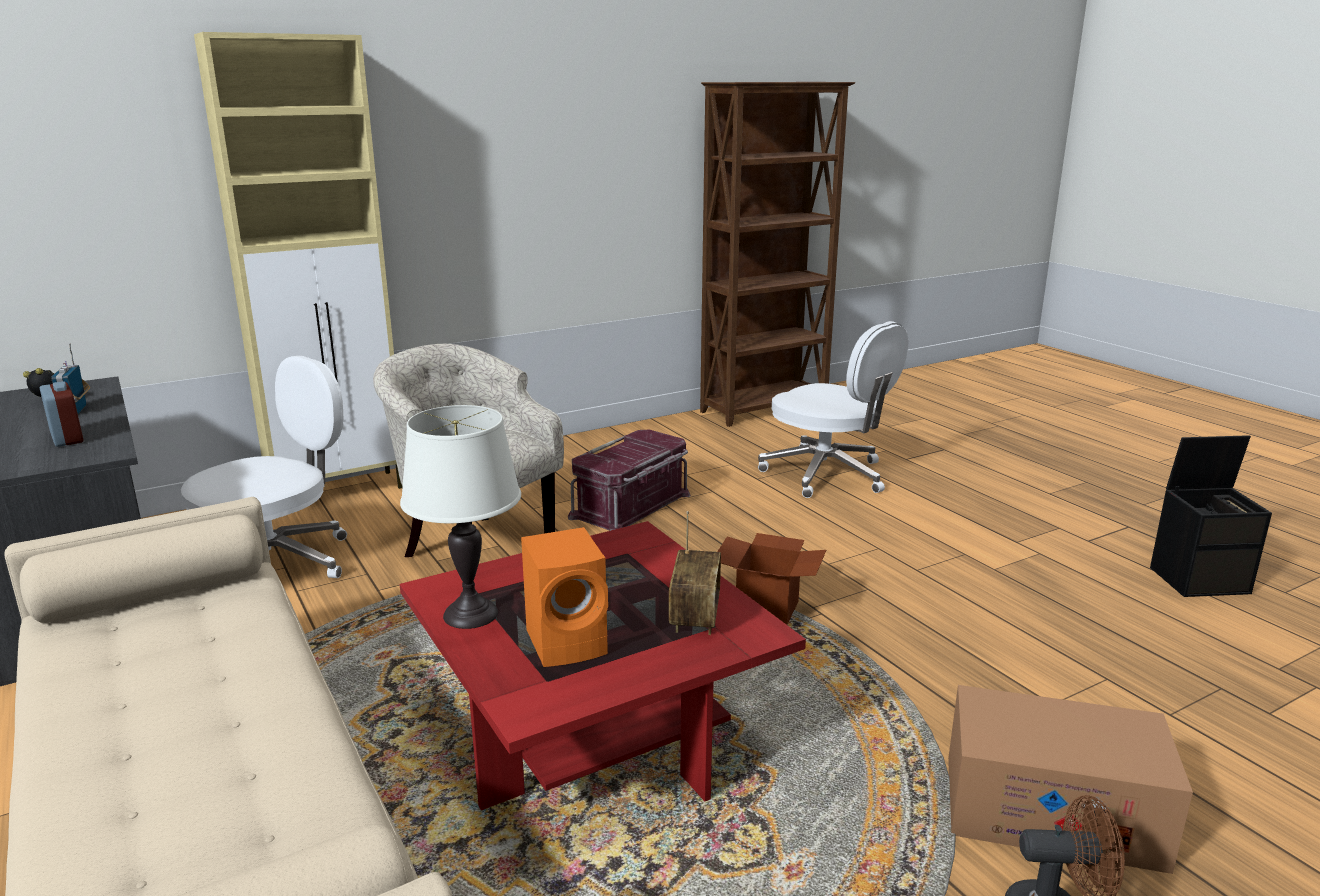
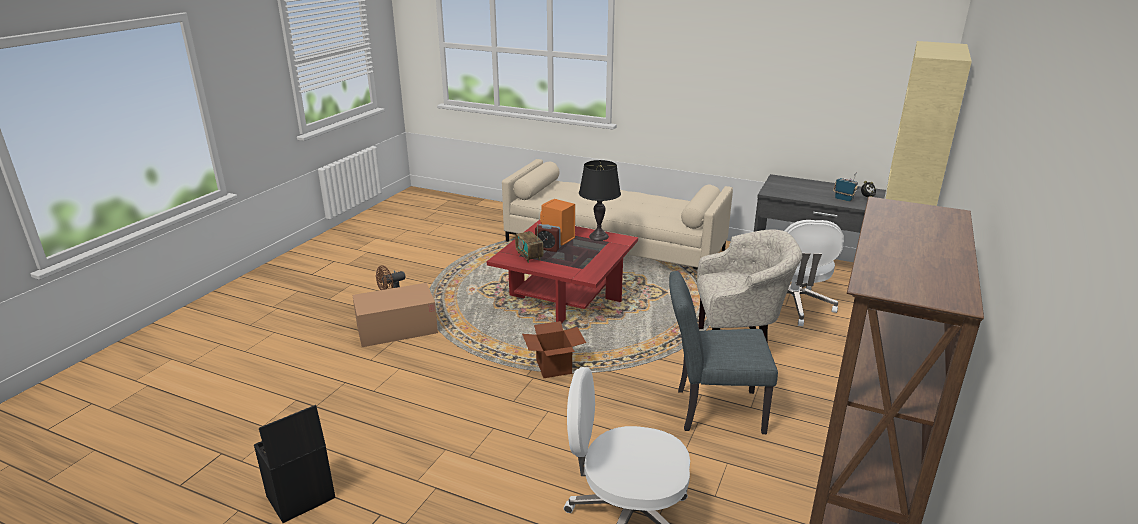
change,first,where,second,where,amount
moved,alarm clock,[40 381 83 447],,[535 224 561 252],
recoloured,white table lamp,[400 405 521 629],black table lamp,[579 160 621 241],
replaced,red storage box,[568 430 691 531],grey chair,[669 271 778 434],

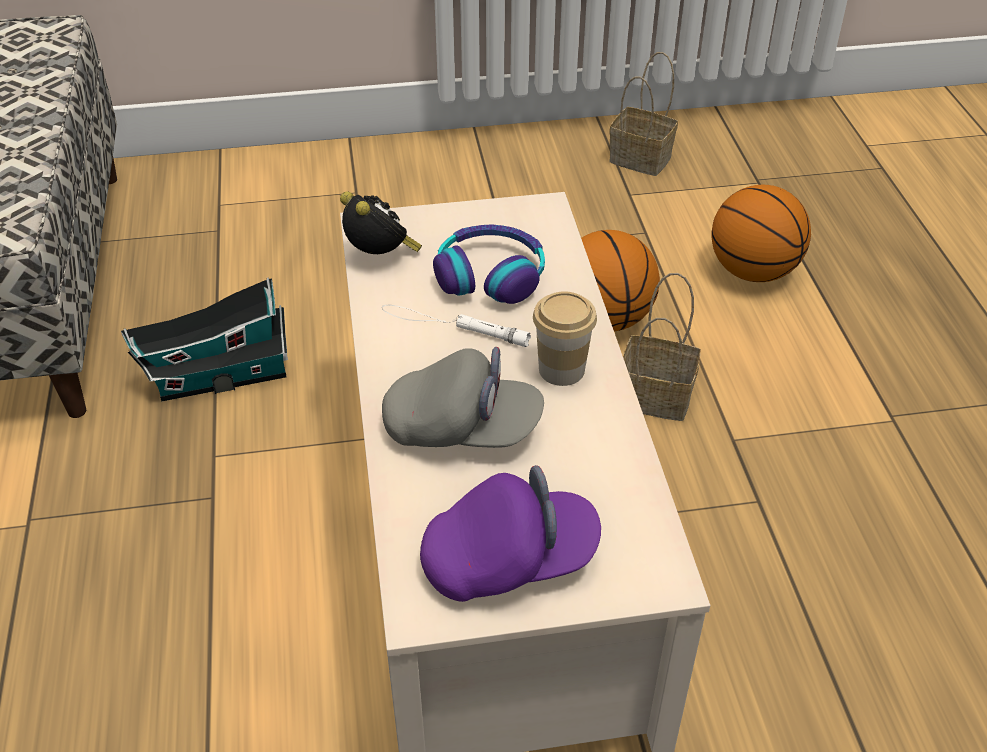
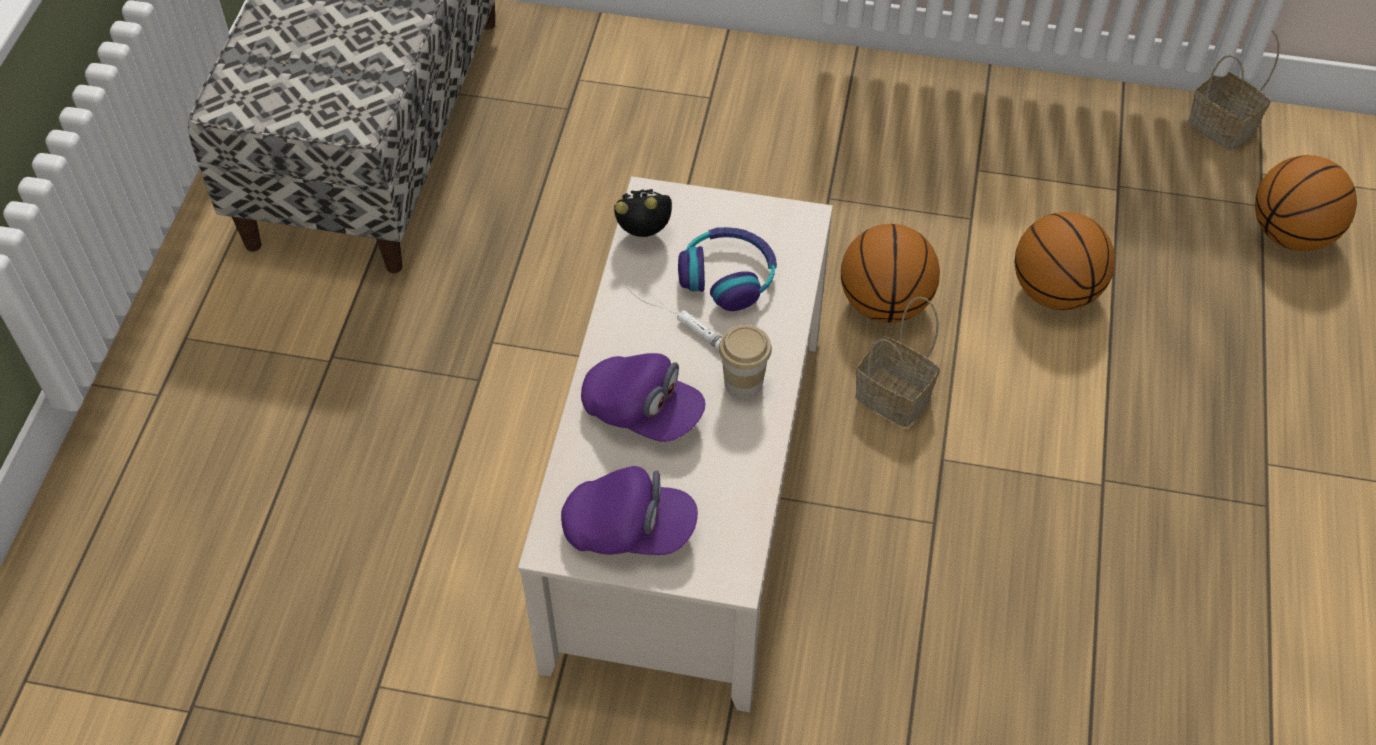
change,first,where,second,where,amount
recoloured,grey cap,[382 347 544 448],purple cap,[581 353 705 442],
turned,alarm clock,[340 191 422 254],,[614 189 672 237],75 degrees counterclockwise
moved,basket,[609 52 678 176],,[1188 30 1279 151],
added,,,basketball,[1255 155 1357 251],
removed,toy house,[121 277 288 402],,,

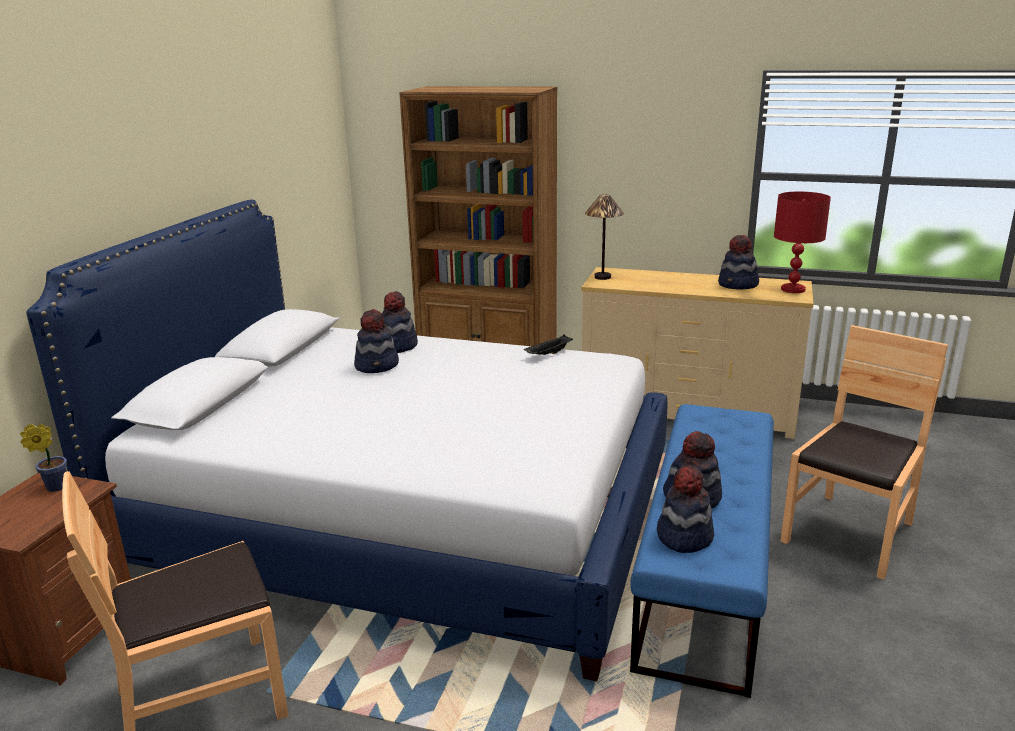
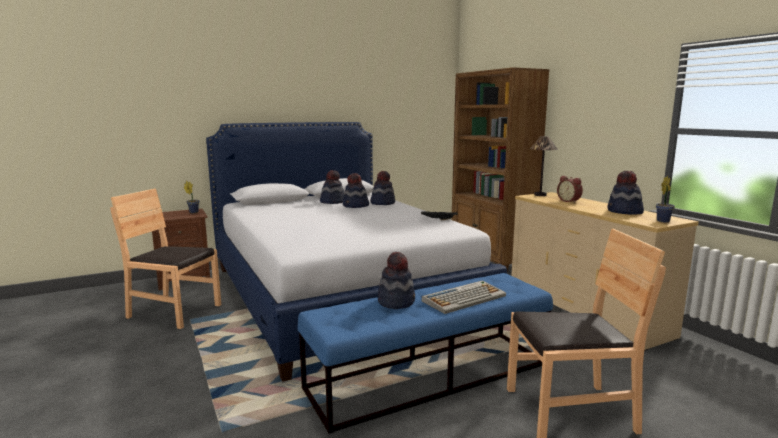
change,first,where,second,where,amount
moved,hat,[657 465 714 553],,[320 170 344 204],
added,,,keyboard,[422 281 506 314],
added,,,alarm clock,[557 176 583 203],
replaced,red table lamp,[774 191 831 293],potted plant,[656 175 675 223],

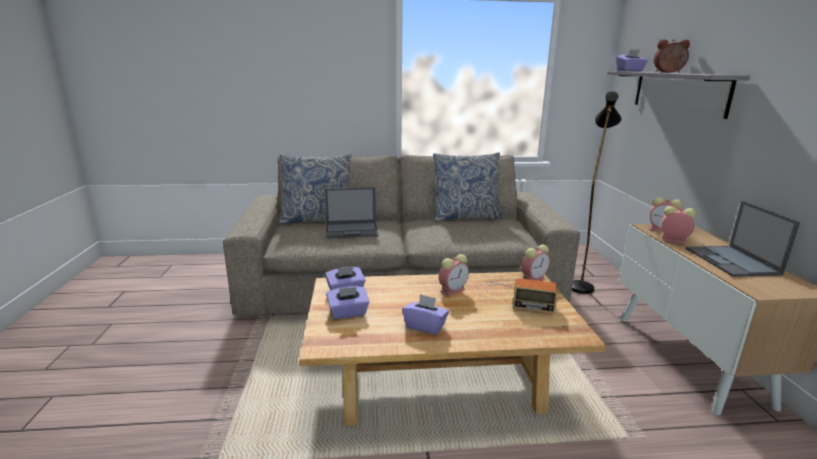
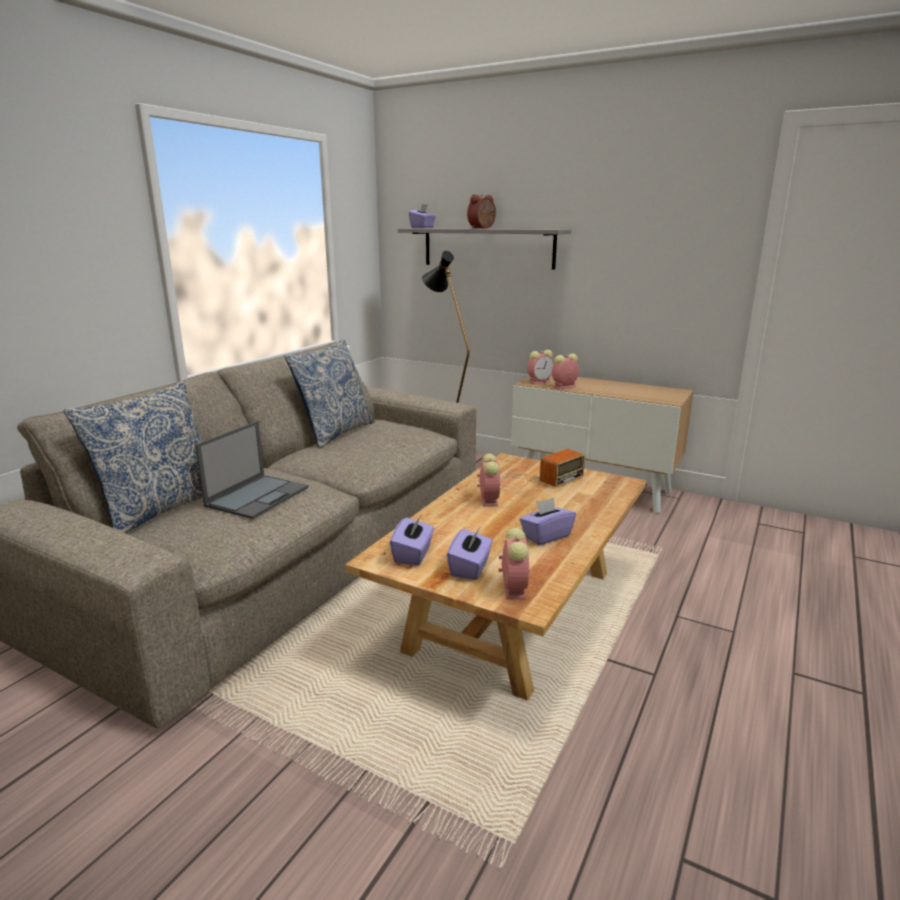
change,first,where,second,where,amount
moved,alarm clock,[521 245 550 281],,[499 528 530 600],
removed,laptop,[686 201 800 277],,,

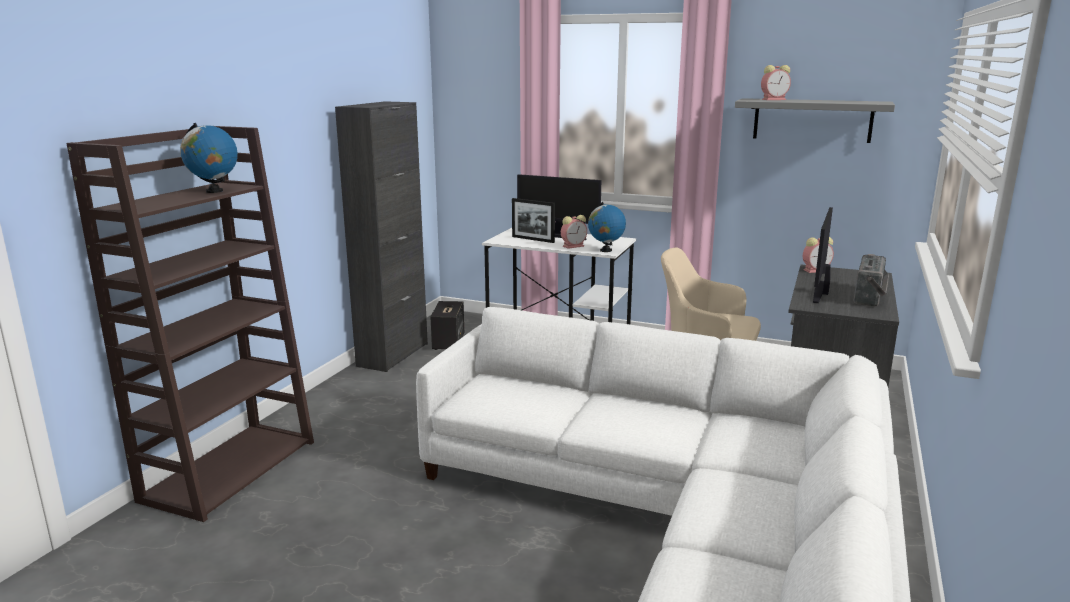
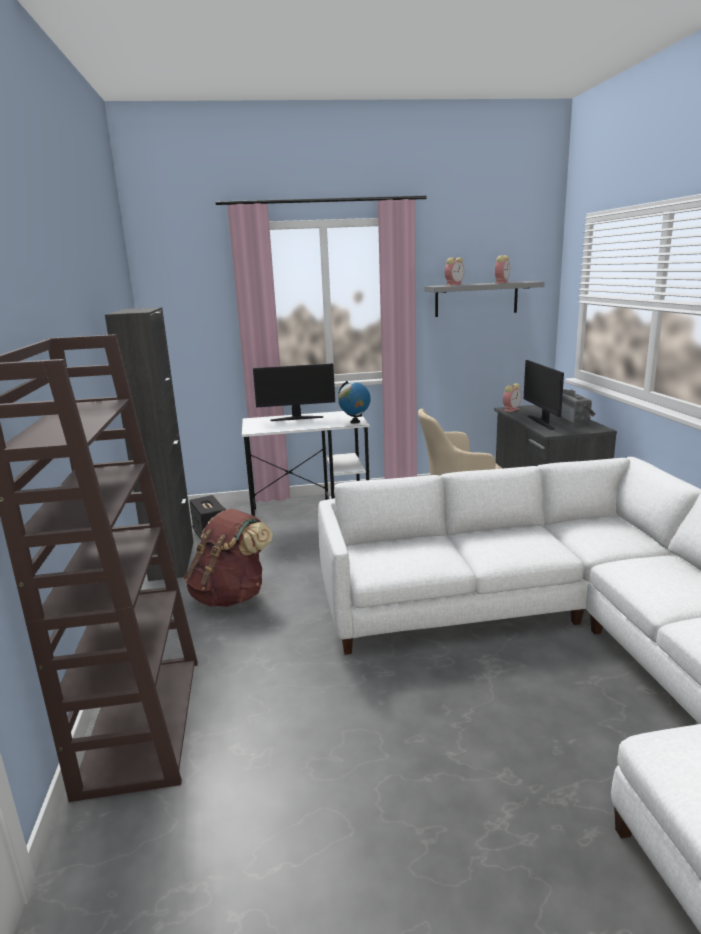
change,first,where,second,where,amount
added,,,brown backpack,[184 509 273 607],
moved,alarm clock,[561 215 587 249],,[495 255 510 283],
removed,globe,[180 123 238 193],,,
removed,picture frame,[512 198 555 243],,,

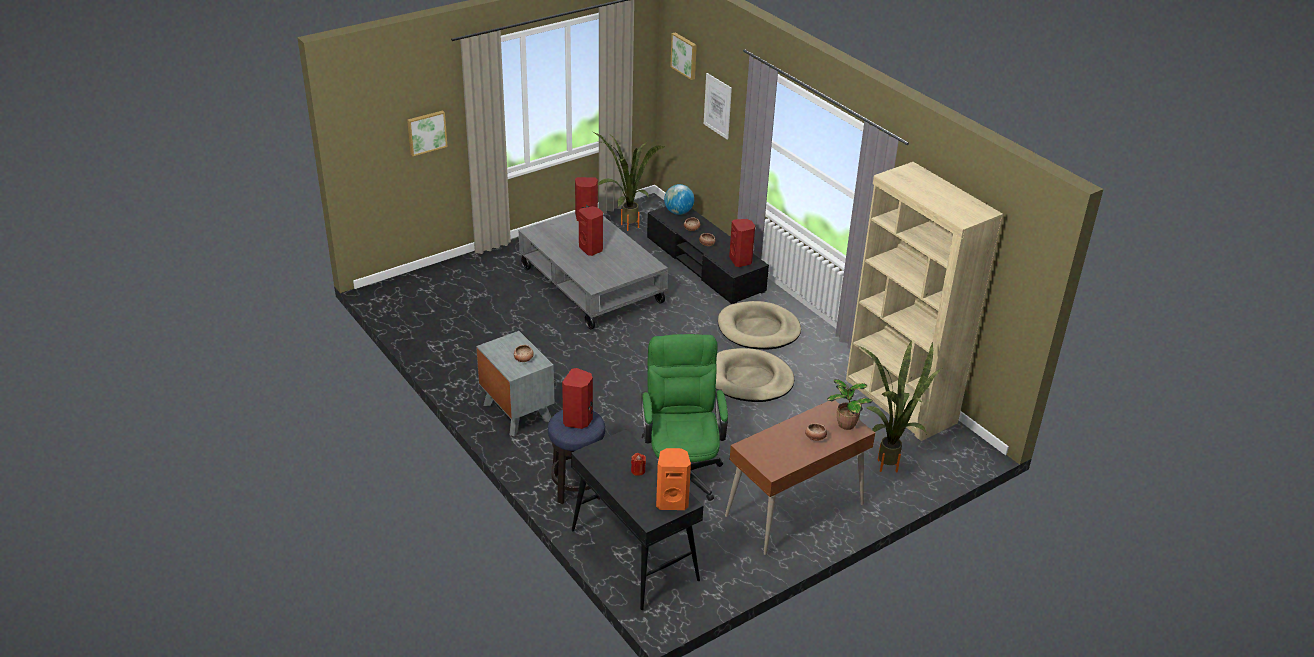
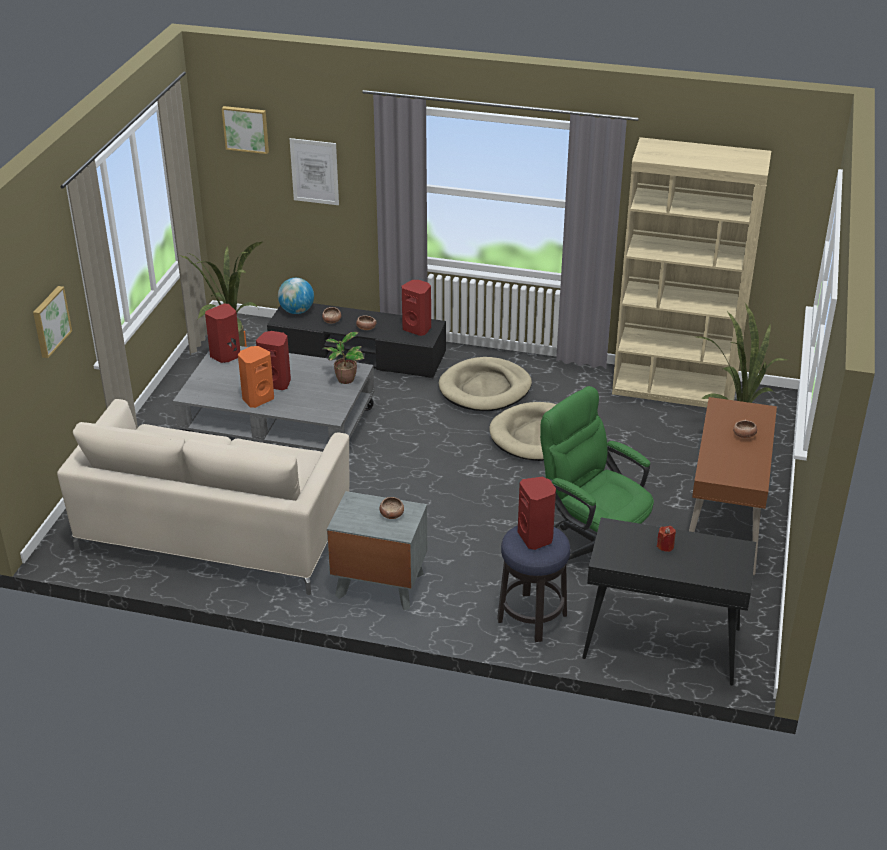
change,first,where,second,where,amount
added,,,beige sofa,[57 399 349 595],
moved,orange speaker,[656 448 691 510],,[238 346 274 408],
moved,potted plant,[827 379 873 430],,[322 332 365 384],

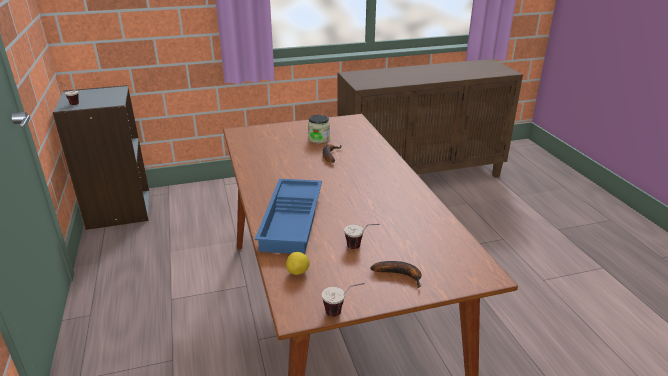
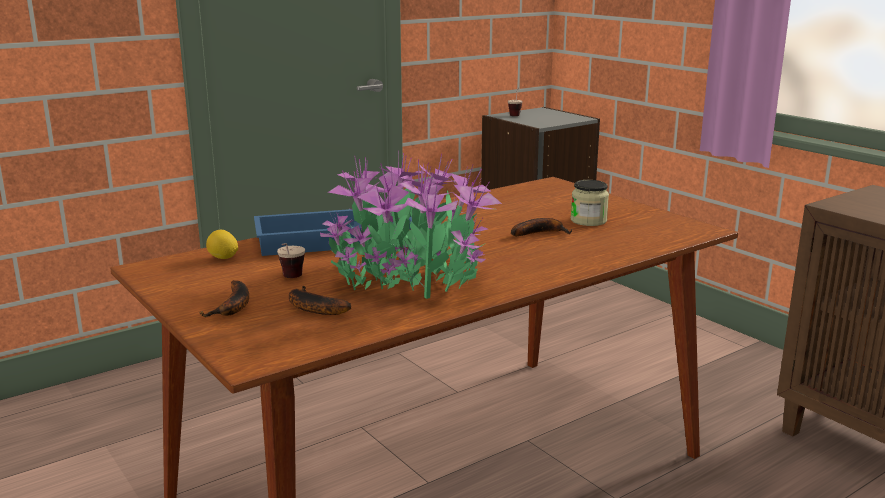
change,first,where,second,where,amount
added,,,banana,[289 286 351 315],
added,,,potted plant,[320 151 502 299],
removed,cup,[322 283 365 317],,,

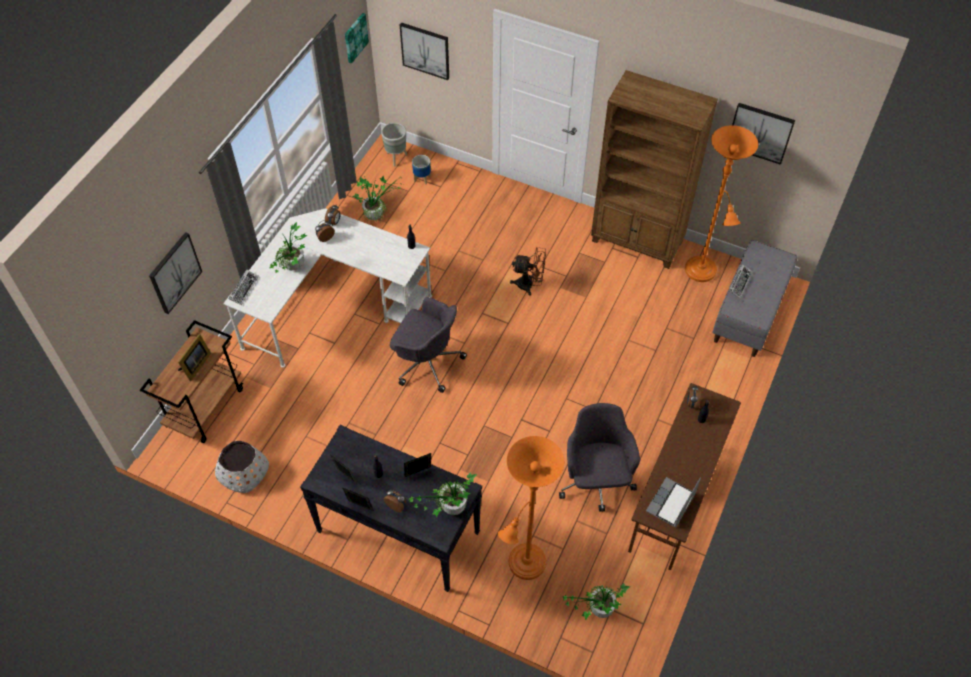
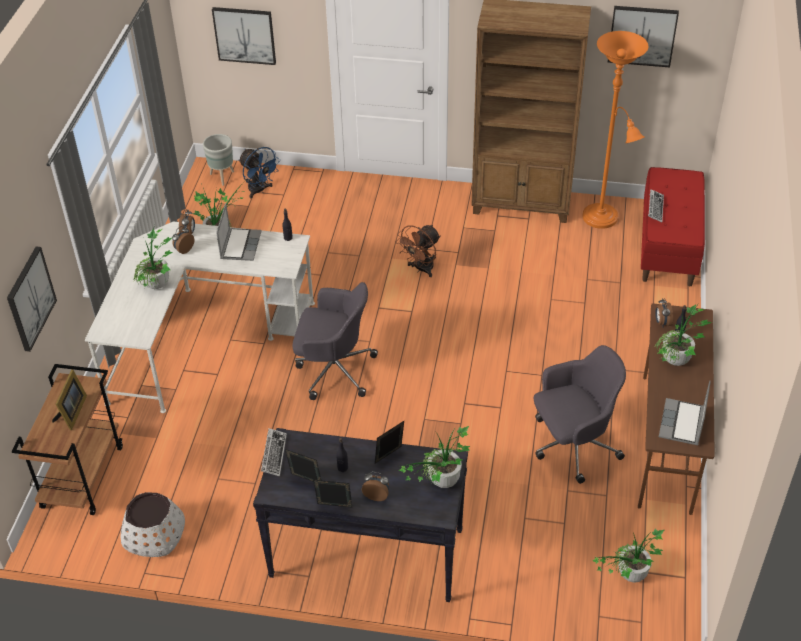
change,first,where,second,where,amount
added,,,laptop,[216 203 261 261],
replaced,planter,[412 155 431 184],blue fan,[239 147 280 198],
moved,keyboard,[228 269 259 305],,[261 428 287 476],
turned,brown fan,[510 247 546 296],,[395 225 440 277],135 degrees clockwise
turned,grey office chair,[559 403 640 512],,[534 345 626 484],90 degrees clockwise
recoloured,grey bench,[712 240 797 357],red bench,[641 167 705 286],
added,,,potted plant,[654 302 712 366],
removed,picture,[345 13 369 64],,,
removed,orange floor lamp,[498 436 564 580],,,

